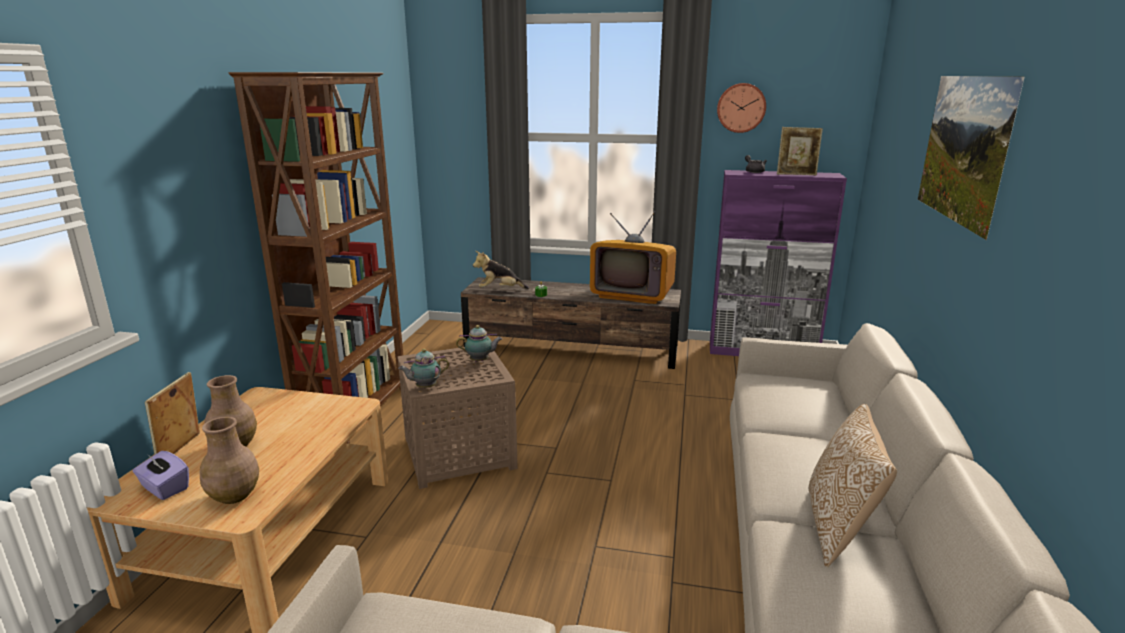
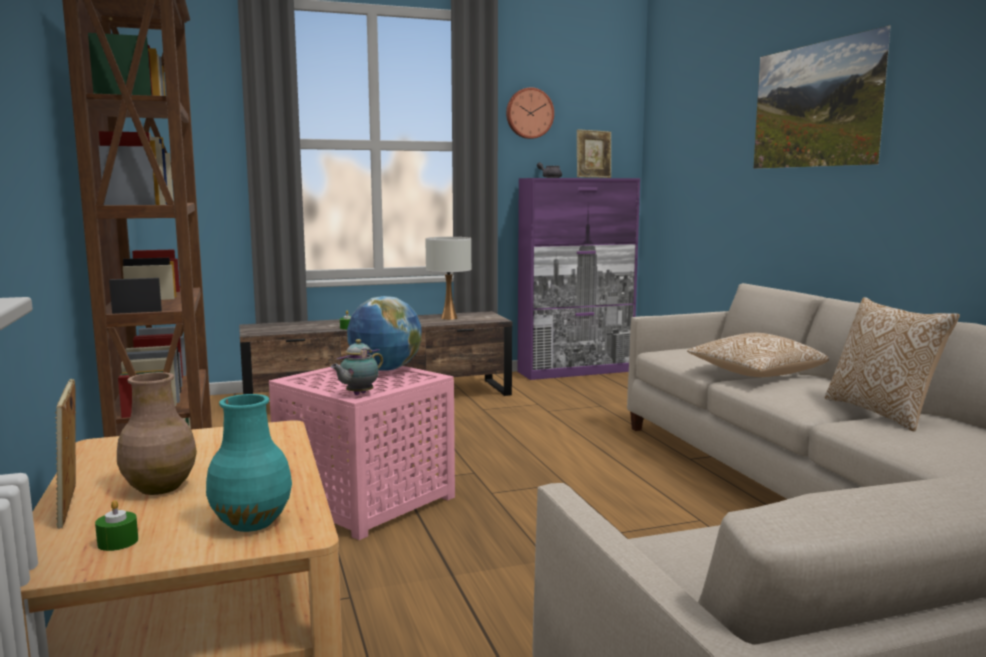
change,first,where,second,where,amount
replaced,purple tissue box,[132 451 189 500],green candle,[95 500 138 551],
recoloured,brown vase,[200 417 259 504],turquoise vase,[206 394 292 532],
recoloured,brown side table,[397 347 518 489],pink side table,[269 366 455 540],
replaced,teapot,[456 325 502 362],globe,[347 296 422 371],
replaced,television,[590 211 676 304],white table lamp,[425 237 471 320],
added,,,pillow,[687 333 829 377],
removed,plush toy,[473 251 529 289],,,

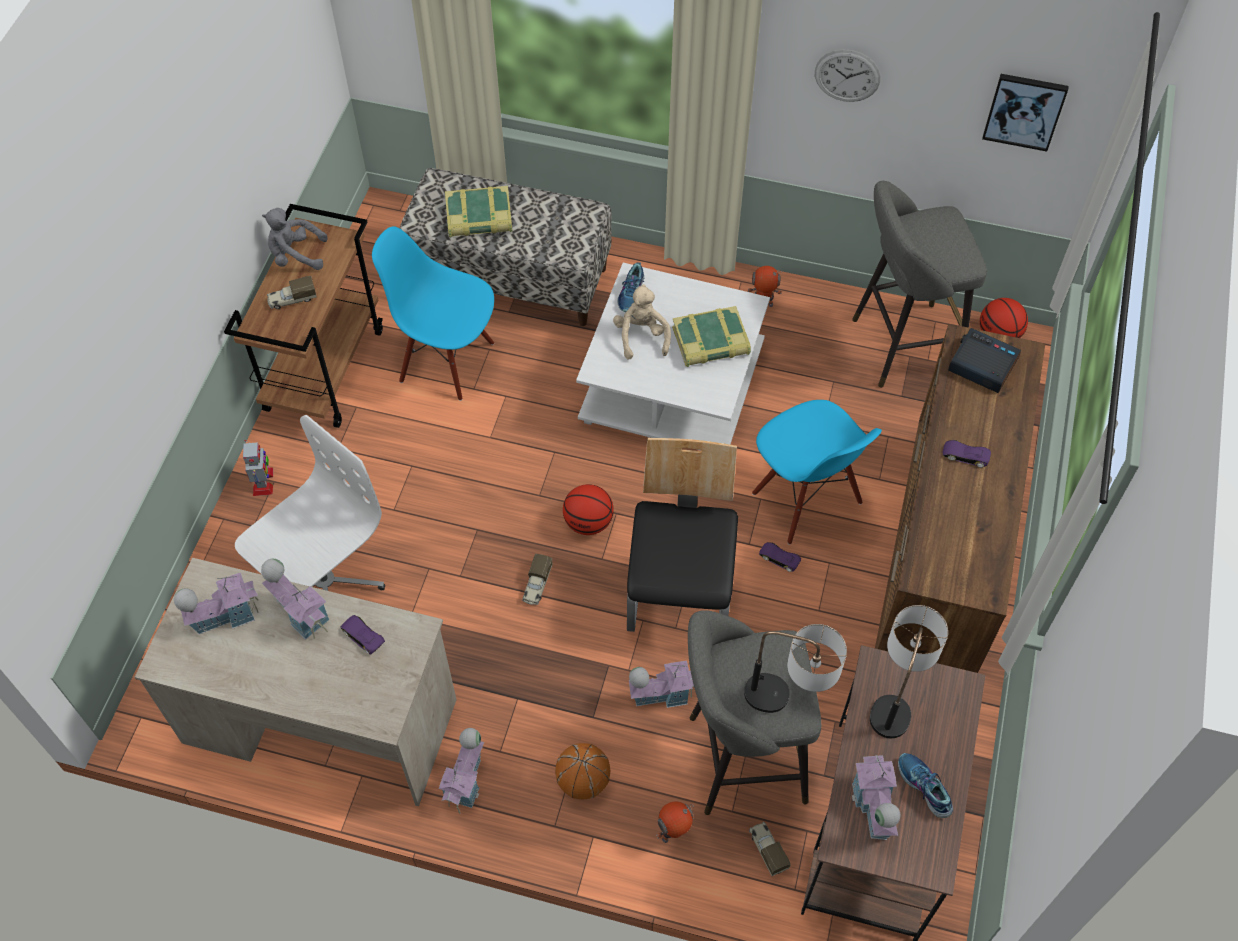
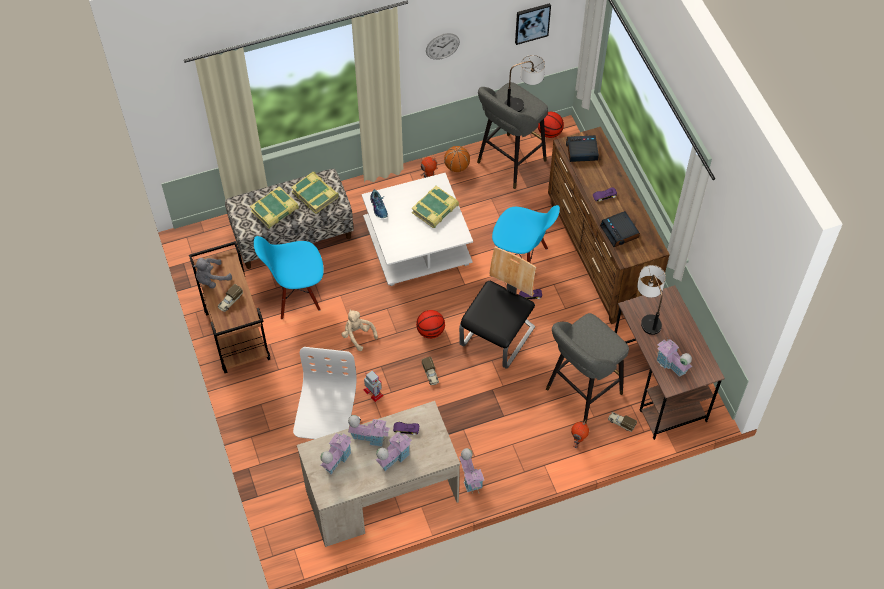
change,first,where,second,where,amount
added,,,book,[291 172 339 214],
moved,beige plush toy,[613 284 671 360],,[341 310 378 351],
moved,toy robot,[243 440 273 496],,[364 370 384 402],
moved,toy house,[629 661 694 708],,[376 432 412 471],
moved,basketball,[555 743 610 799],,[444 146 470 172],
turned,chair,[627 438 738 632],,[459 247 536 369],60 degrees clockwise
moved,table lamp,[744 624 847 713],,[504 55 545 112],
added,,,alarm clock,[600 211 640 247],
removed,shoe,[898 753 953 818],,,

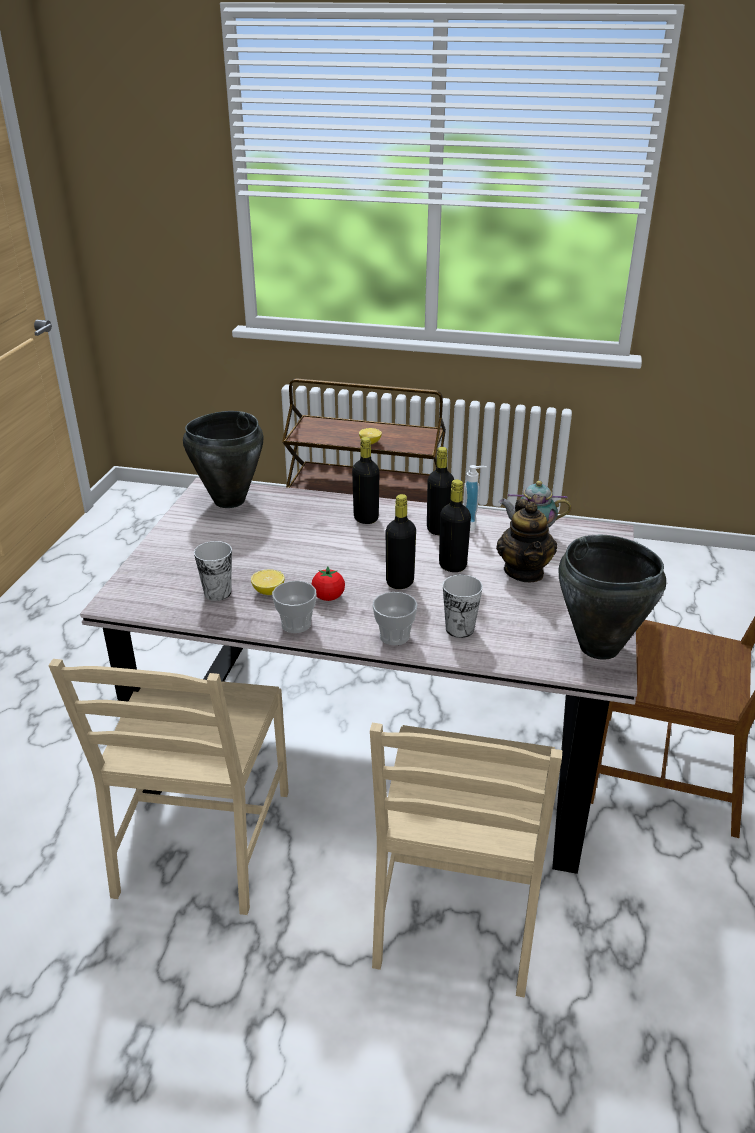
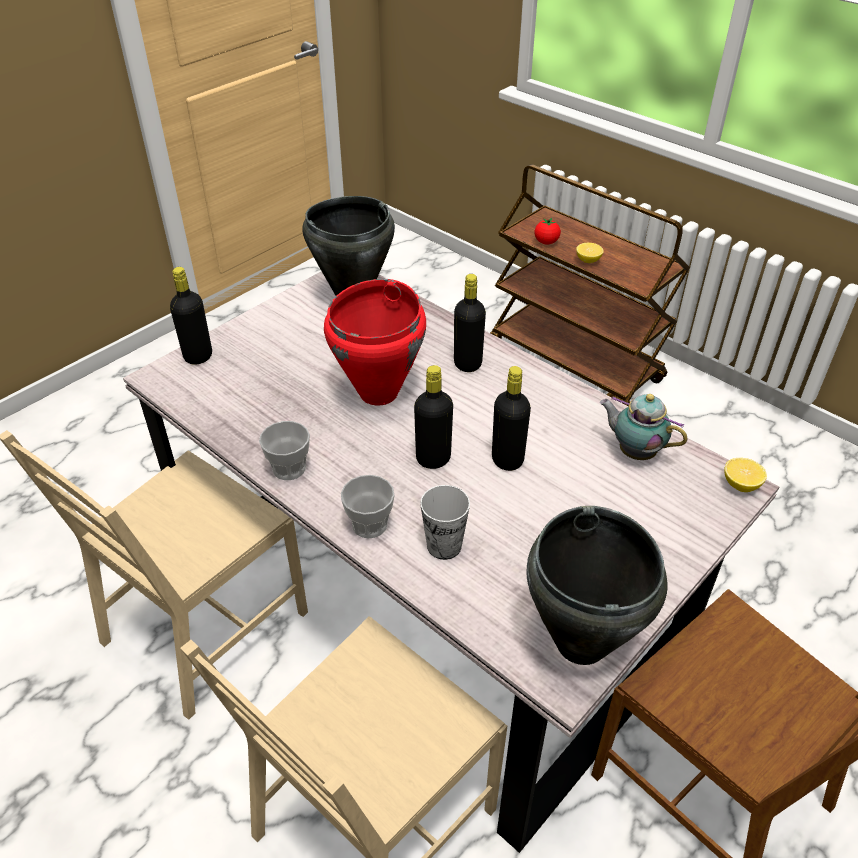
change,first,where,second,where,amount
moved,black bottle,[427 447 454 535],,[170 267 212 365],
added,,,red cooking pot,[324 279 426 406],
moved,tomato,[311 567 345 601],,[534 218 561 244],
moved,lemon,[251 569 285 595],,[724 458 767 492],
removed,cup,[194 541 232 601],,,
removed,soap dispenser,[463 465 487 531],,,
removed,teapot,[496 499 557 582],,,

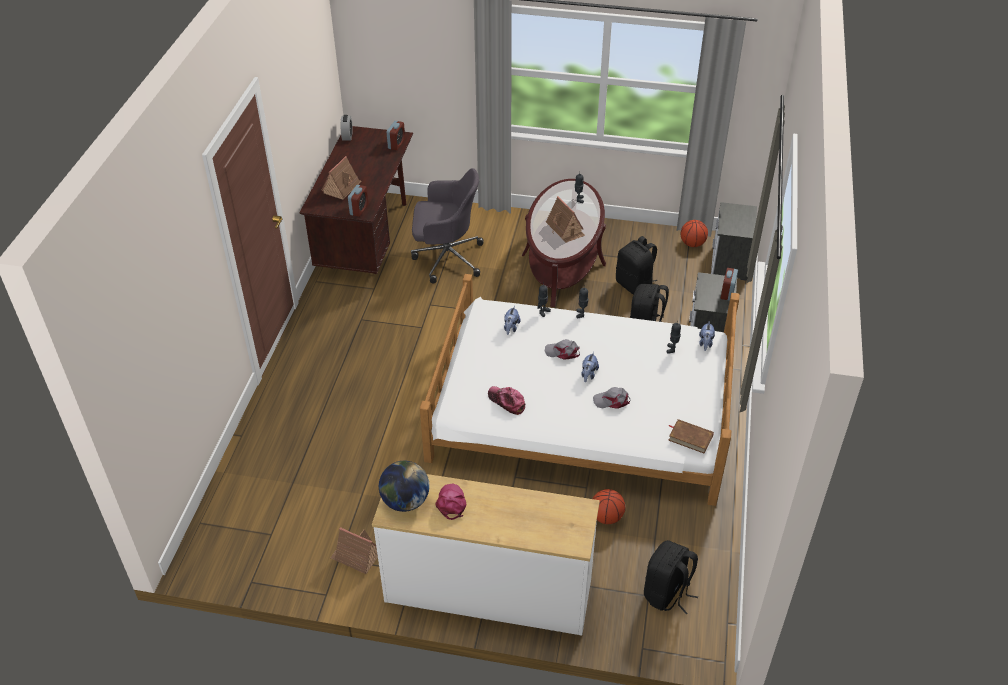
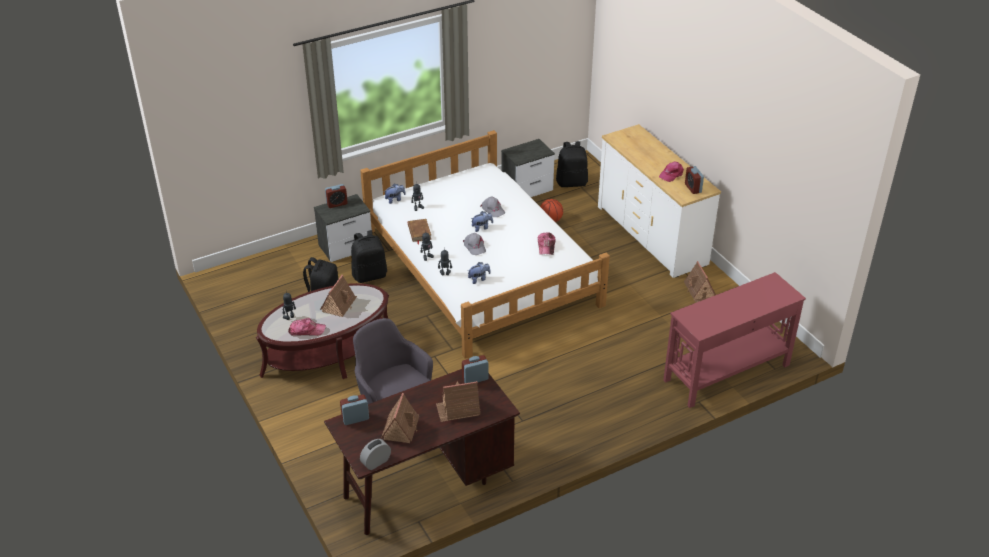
change,first,where,second,where,amount
added,,,cap,[288 318 326 336],
added,,,toy house,[381 393 419 443],
moved,brown book,[668 419 714 454],,[408 219 431 244],
moved,nightstand,[711 202 757 281],,[501 139 555 197],
added,,,red console table,[663 272 806 408],
replaced,globe,[379 461 430 512],alarm clock,[685 166 704 194],
removed,basketball,[681 220 708 247],,,

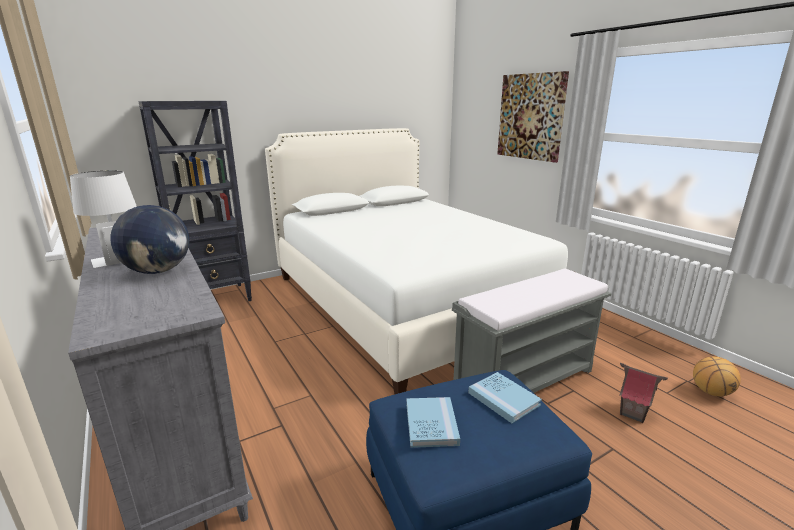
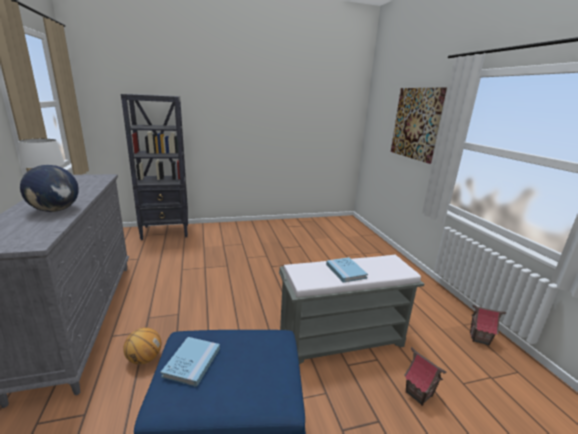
change,first,where,second,where,amount
moved,basketball,[693 357 741 396],,[124 327 161 365],
moved,blue book,[469 372 542 423],,[326 257 368 283],
added,,,toy house,[470 305 507 346],
removed,white bed,[265 128 568 394],,,

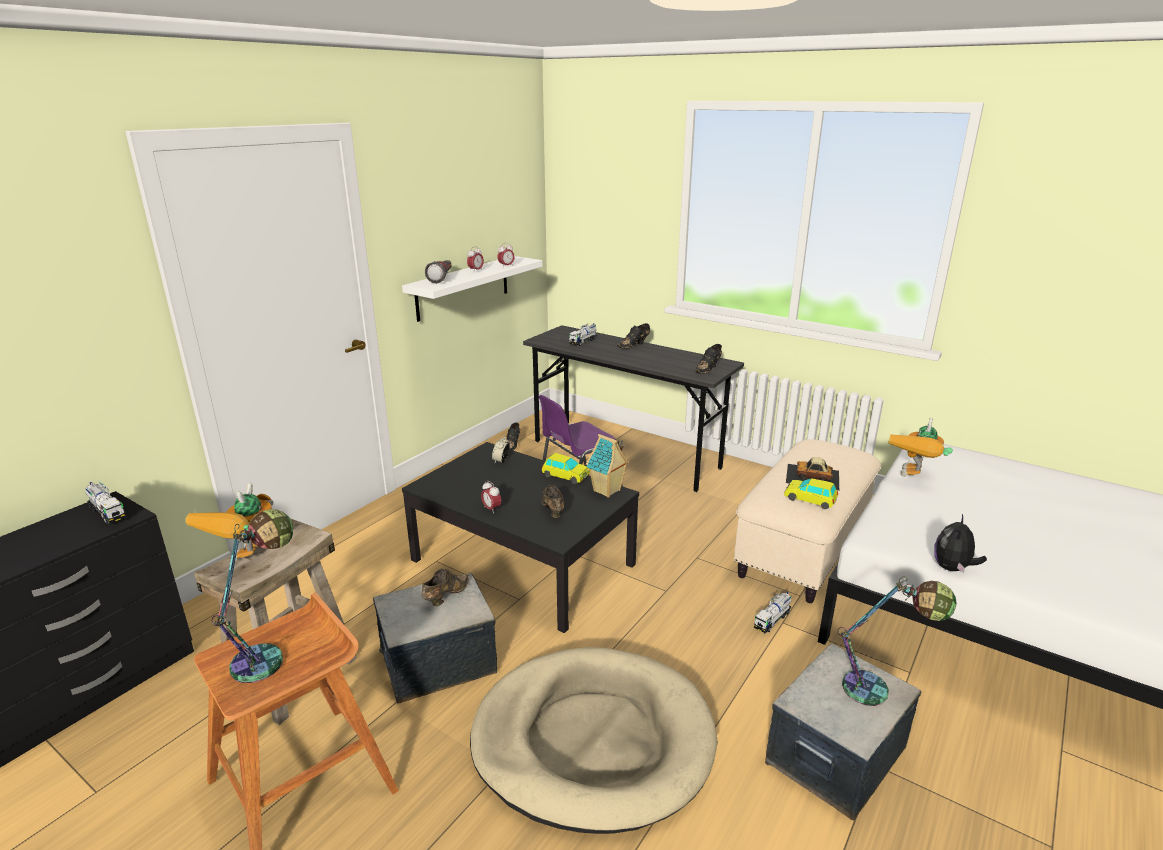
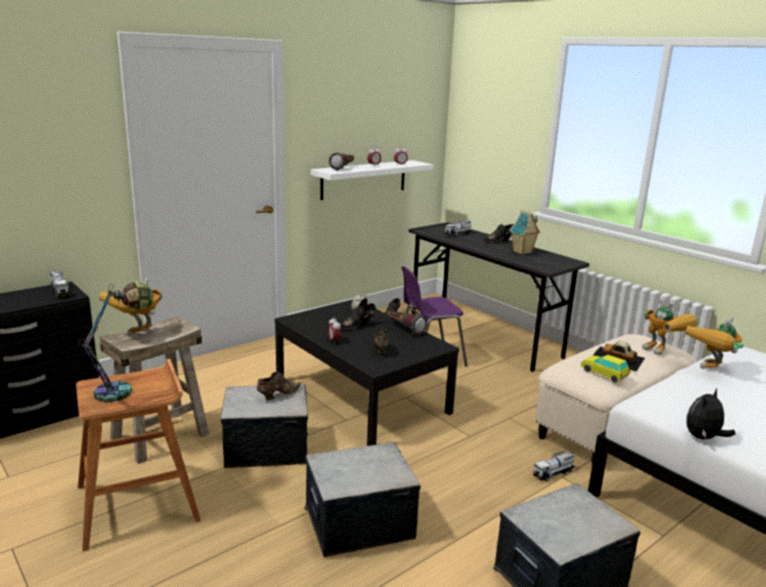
change,first,where,second,where,amount
replaced,beige dog bed,[470 647 718 834],storage box,[304 442 421 557],
moved,black shoe,[696 344 722 374],,[340 303 376 330],
replaced,toy car,[542 453 590 484],flashlight,[388 311 427 335],
moved,toy house,[586 434 629 498],,[510 210 540 255],
added,,,toy robot,[642 300 699 355],
removed,table lamp,[837 576 957 706],,,

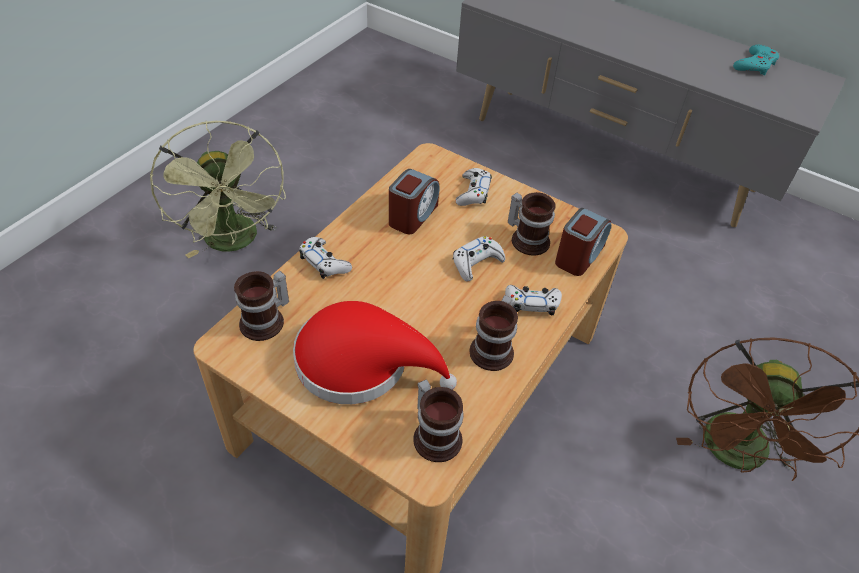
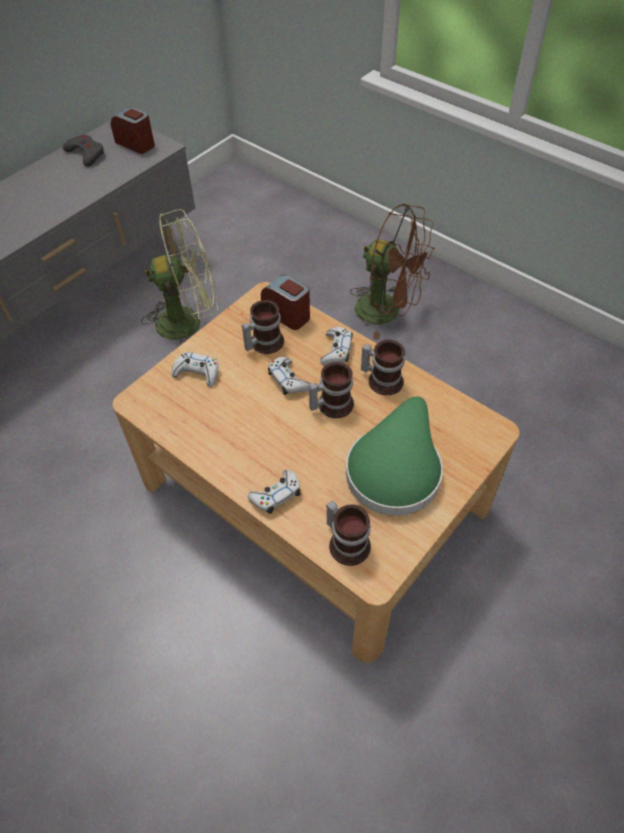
change,first,where,second,where,amount
recoloured,turquoise game controller,[733 45 779 75],grey game controller,[63 134 104 167],
moved,alarm clock,[389 169 439 234],,[111 107 155 154],
moved,green fan,[150 121 286 258],,[141 209 218 342],
moved,mug,[413 380 464 462],,[309 362 354 418],
recoloured,red hat,[293 301 457 404],green hat,[346 396 443 516],

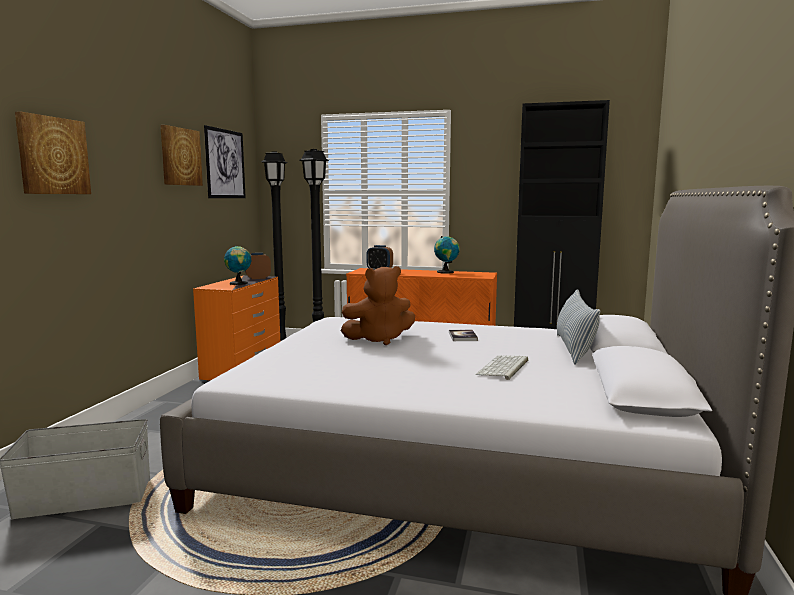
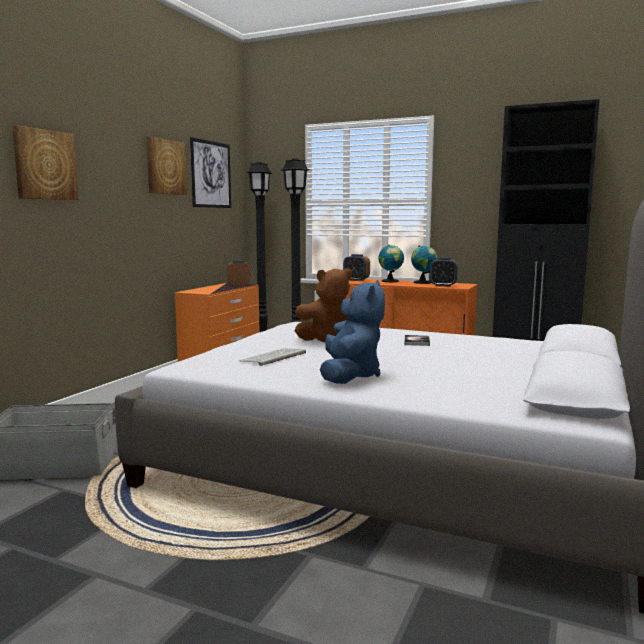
change,first,where,second,where,amount
moved,keyboard,[475 355 528 380],,[239 348 306 366],
added,,,blue plush toy,[320 280 385 384],
moved,globe,[224 246 251 285],,[378 245 404 282],
added,,,alarm clock,[429 258 458 287],
removed,pillow,[557 289 600 365],,,

